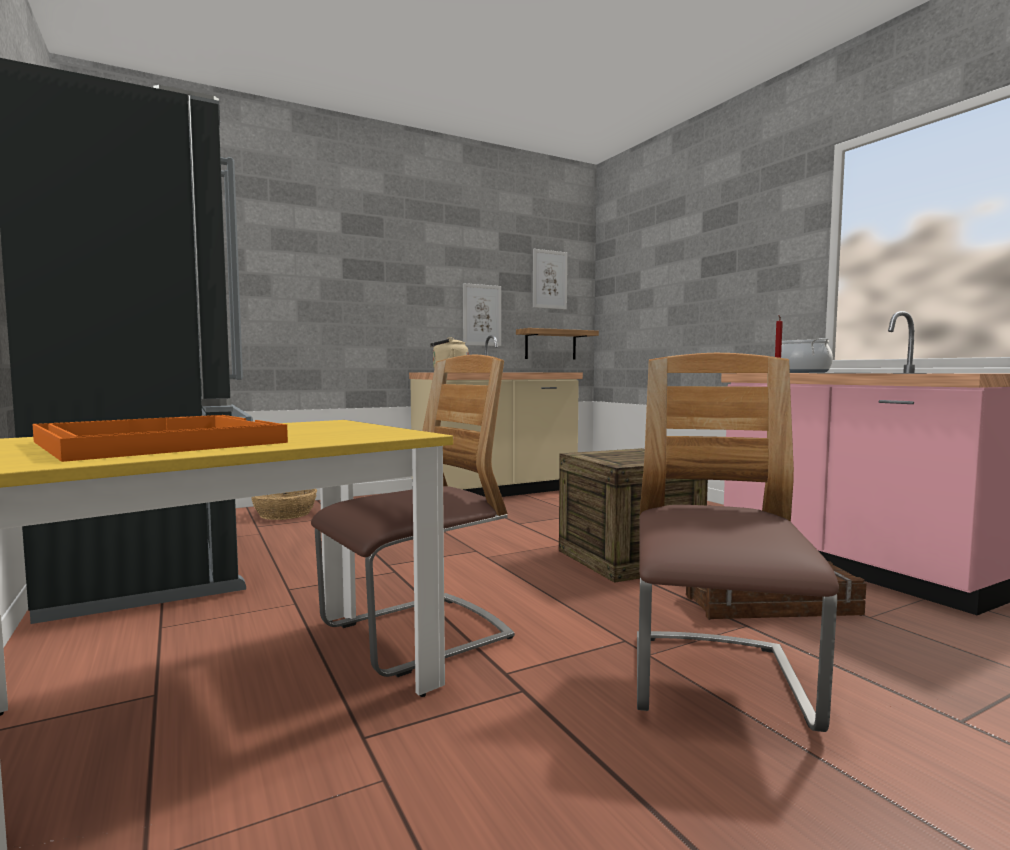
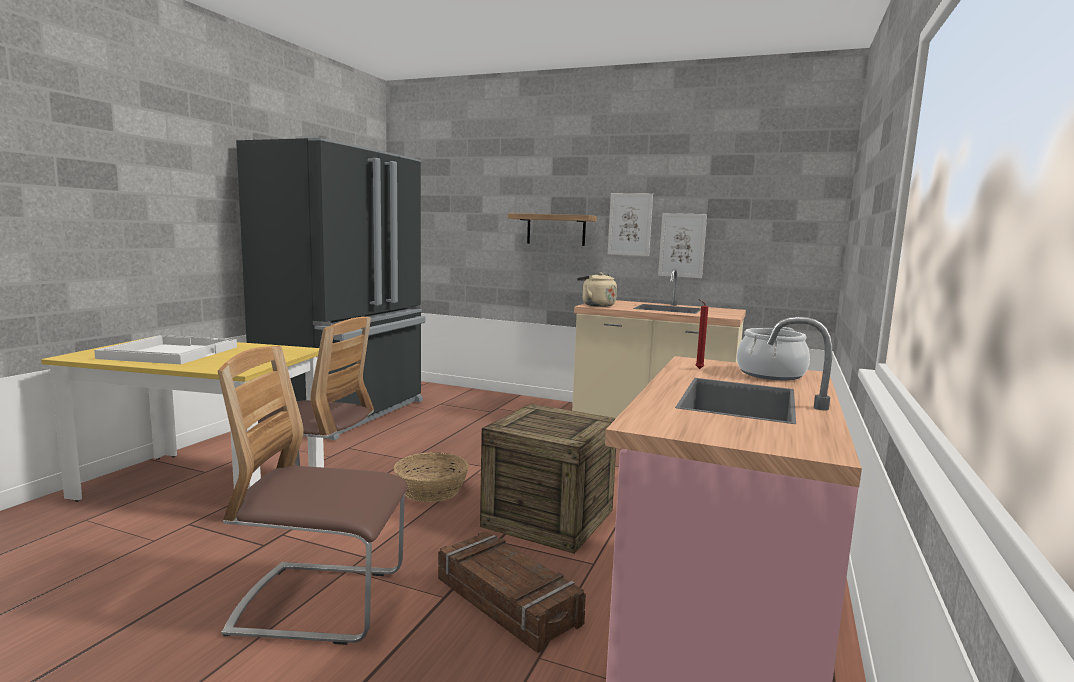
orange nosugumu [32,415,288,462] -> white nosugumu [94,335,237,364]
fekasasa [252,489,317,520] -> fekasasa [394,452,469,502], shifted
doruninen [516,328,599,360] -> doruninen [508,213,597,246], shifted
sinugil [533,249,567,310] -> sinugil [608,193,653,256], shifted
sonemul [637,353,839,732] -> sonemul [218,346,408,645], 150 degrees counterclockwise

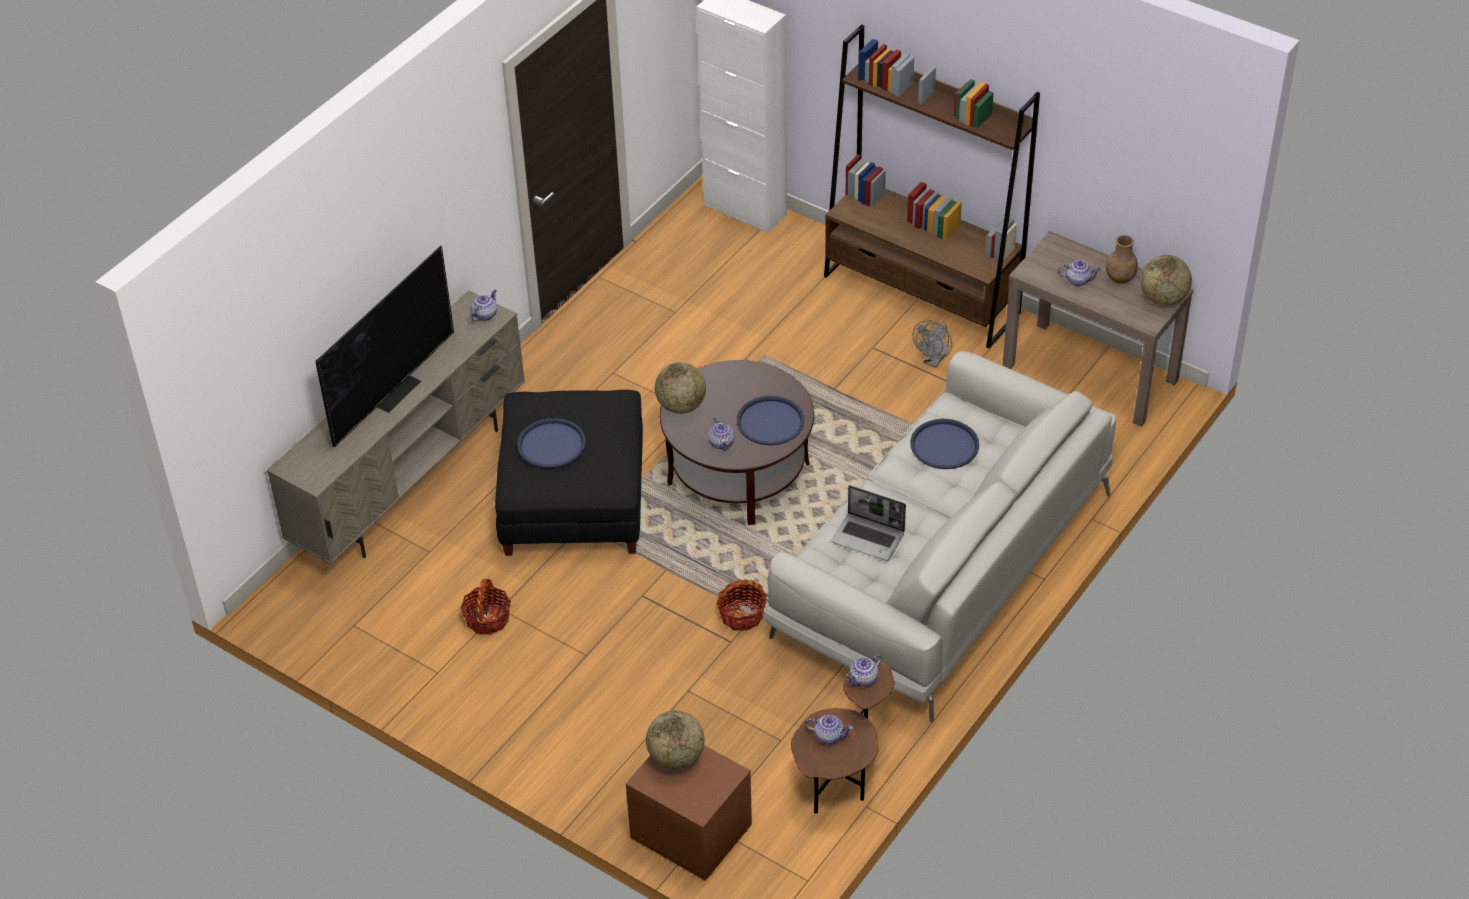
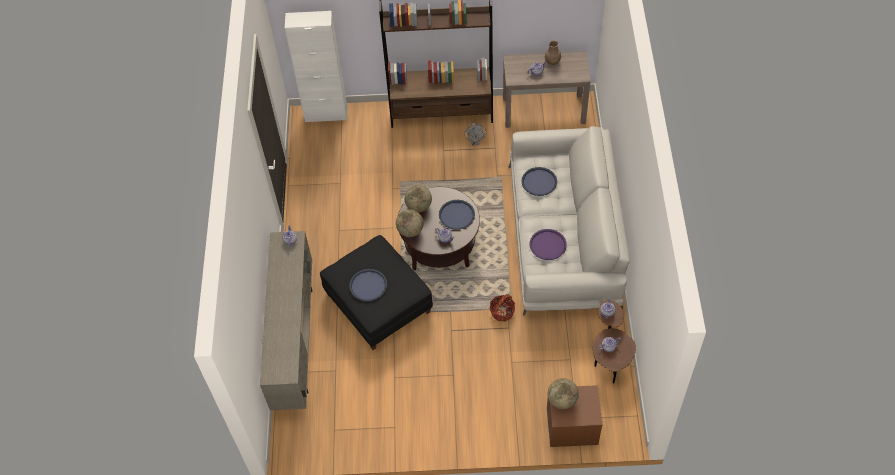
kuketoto [316,245,454,447] -> none
fekasasa [461,579,511,635] -> none
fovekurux [831,485,906,561] -> purple nosugumu [530,229,567,260]
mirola [1140,255,1192,306] -> mirola [405,185,432,212], shifted

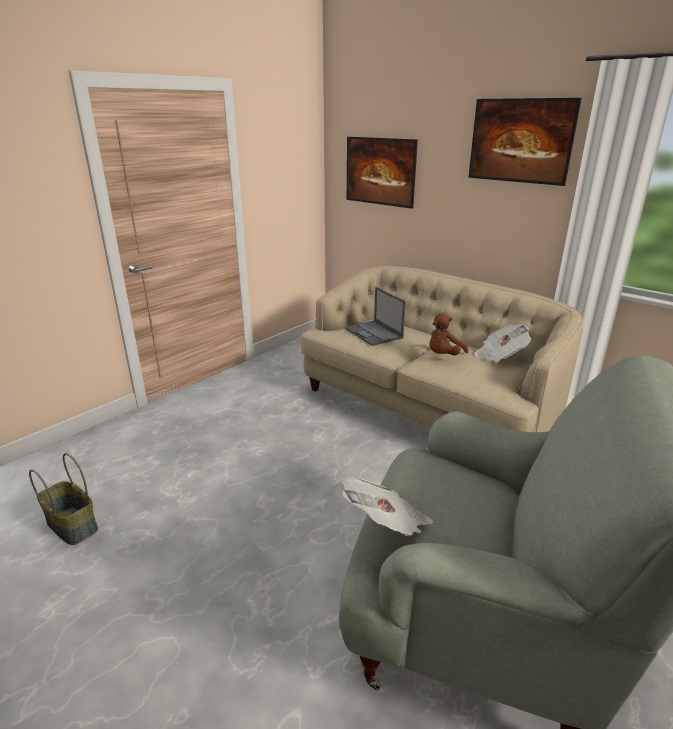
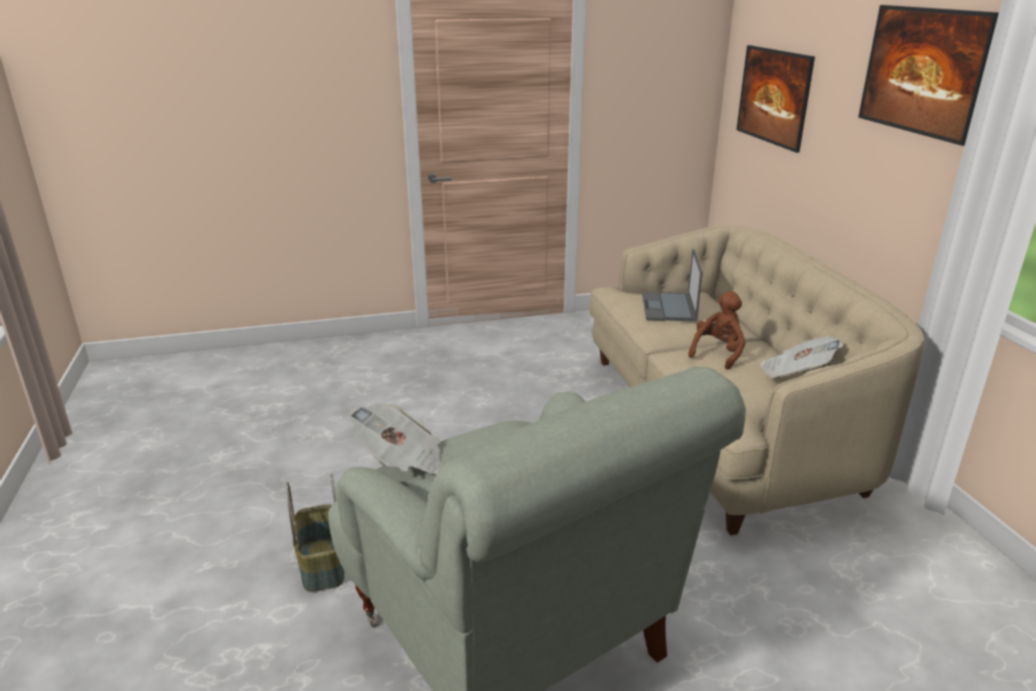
fekasasa [29,453,98,545] -> fekasasa [286,474,344,592], shifted
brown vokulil [429,313,468,355] -> brown vokulil [688,291,746,370], 135 degrees clockwise

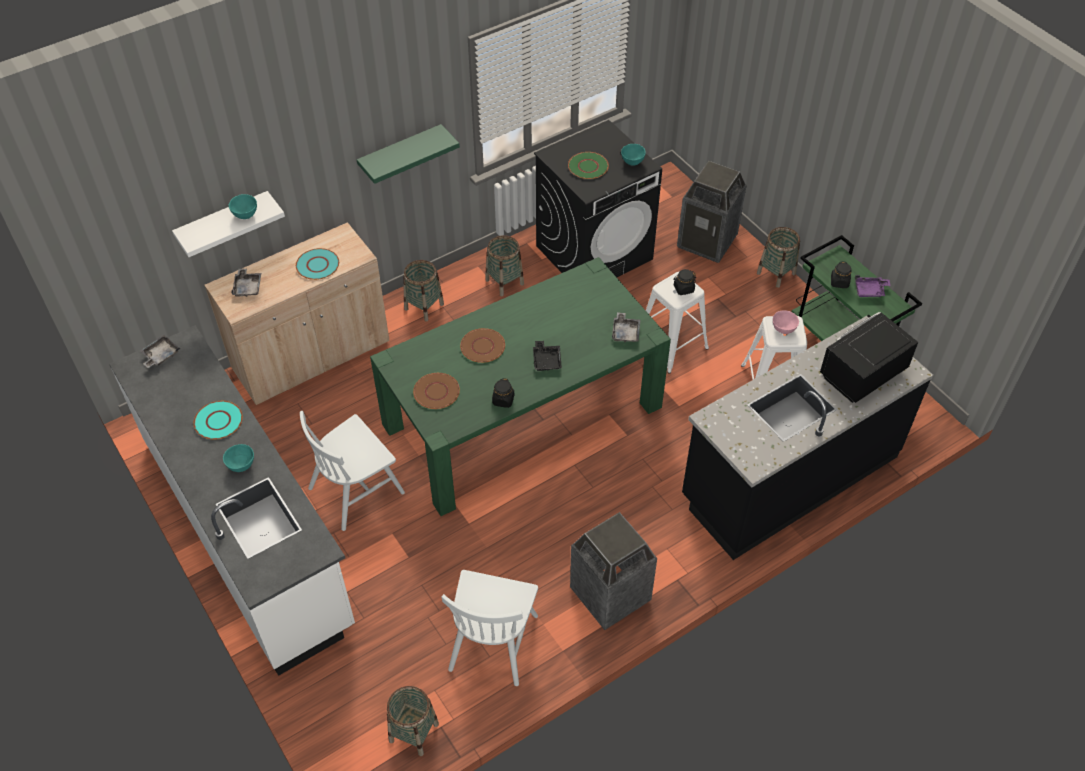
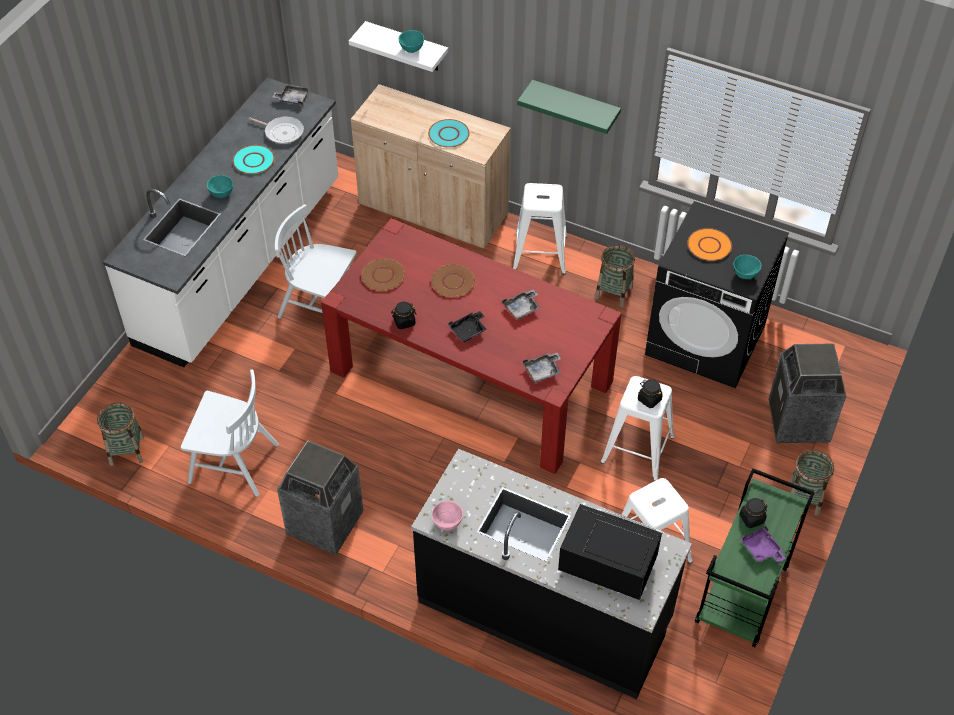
grey nosugumu [231,269,261,297] -> grey nosugumu [502,289,541,320], shifted
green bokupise [370,257,671,516] -> red bokupise [321,218,622,474]
fekasasa [403,260,444,321] -> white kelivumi [513,183,568,274]
white sonemul [441,570,538,686] -> white sonemul [181,370,279,497], 150 degrees counterclockwise
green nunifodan [568,152,609,179] -> orange nunifodan [687,228,732,261]
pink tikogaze [773,310,799,334] -> pink tikogaze [432,501,463,530], shifted
none -> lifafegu [249,116,304,144]

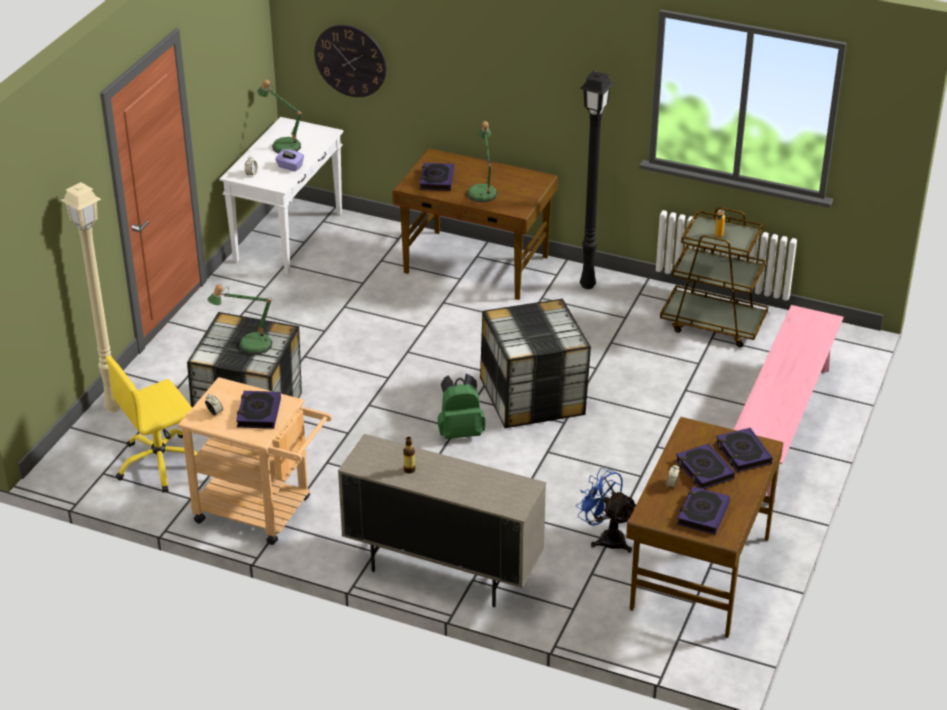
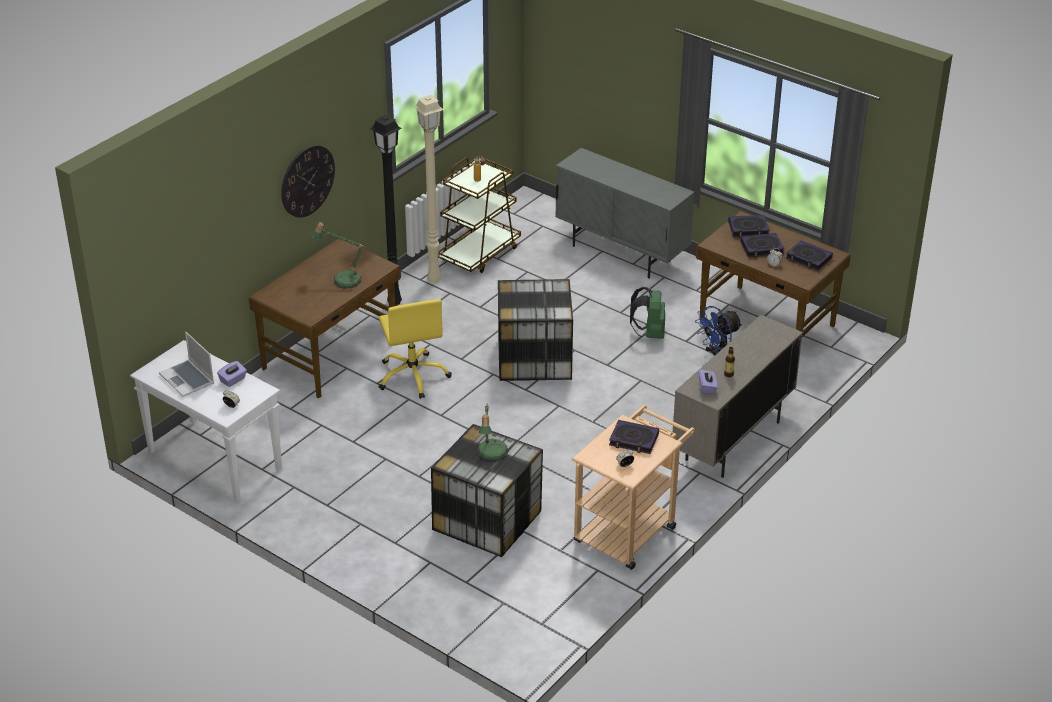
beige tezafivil [61,182,120,413] -> beige tezafivil [413,95,443,284], shifted
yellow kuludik [106,356,197,493] -> yellow kuludik [379,299,452,399], shifted
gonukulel [257,79,303,153] -> fovekurux [159,332,214,397]
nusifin [314,25,386,97] -> nusifin [281,145,335,218], shifted
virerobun [420,163,454,191] -> none
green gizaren [438,373,485,439] -> green gizaren [630,287,665,339], shifted
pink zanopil [733,305,844,503] -> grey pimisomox [555,148,695,279]
none -> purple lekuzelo [699,369,718,394]

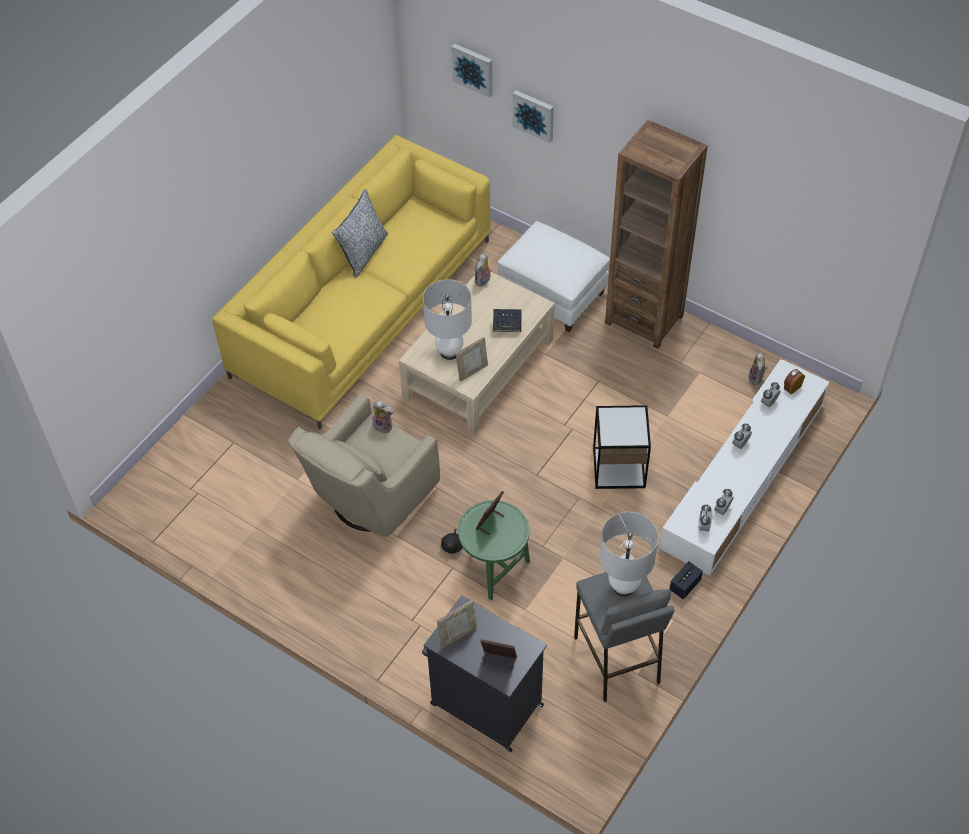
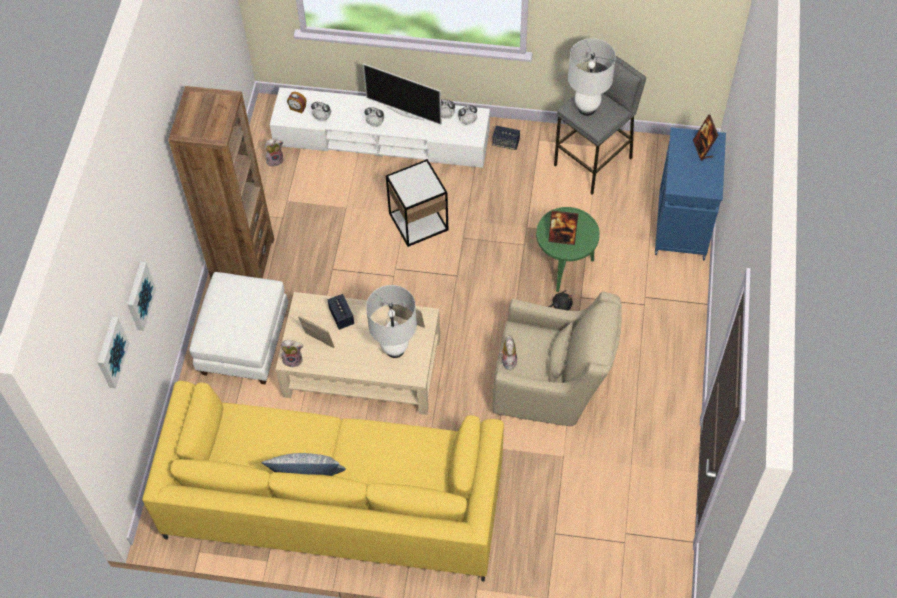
black pimisomox [422,596,547,752] -> blue pimisomox [655,127,726,261]
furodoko [437,600,477,648] -> furodoko [298,316,335,348], shifted
none -> kuketoto [363,63,442,125]

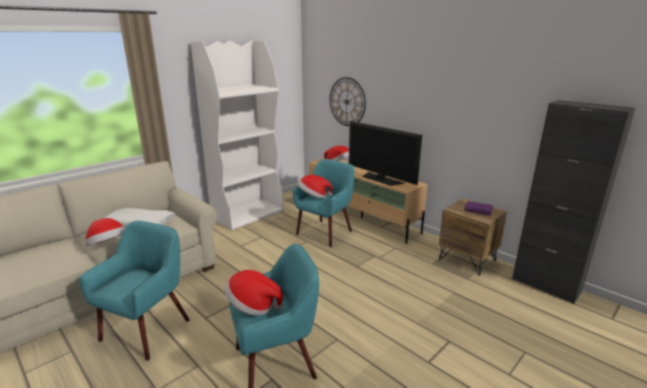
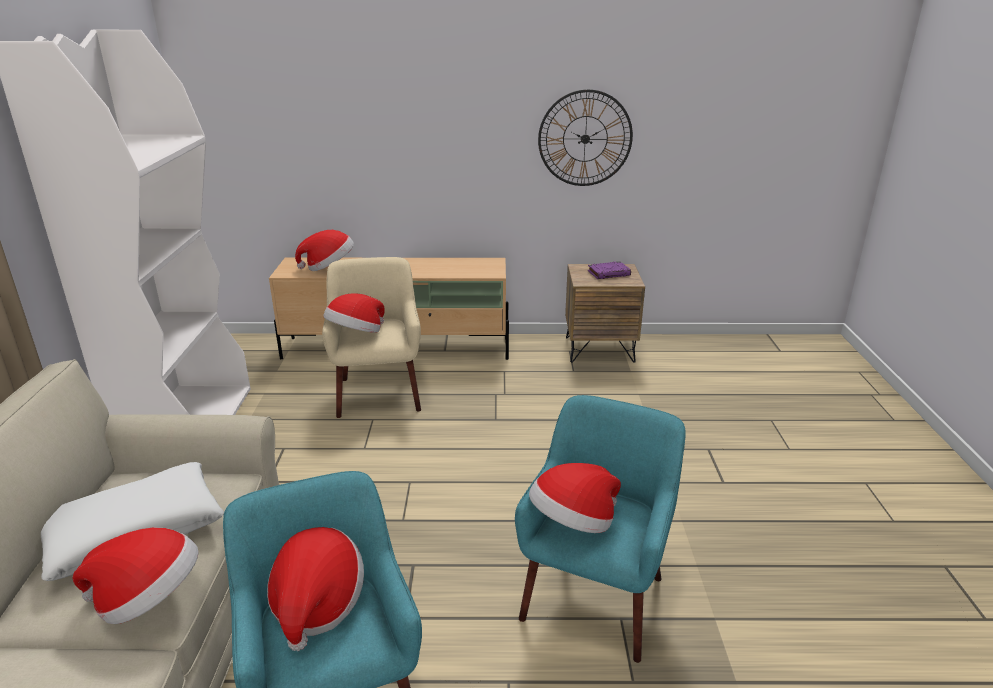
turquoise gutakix [293,159,355,247] -> beige gutakix [322,257,421,418]
nusifin [330,77,366,126] -> nusifin [538,89,633,186], shifted
kuketoto [349,121,422,186] -> none
black pimisomox [512,100,635,304] -> none
none -> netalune [267,527,364,651]

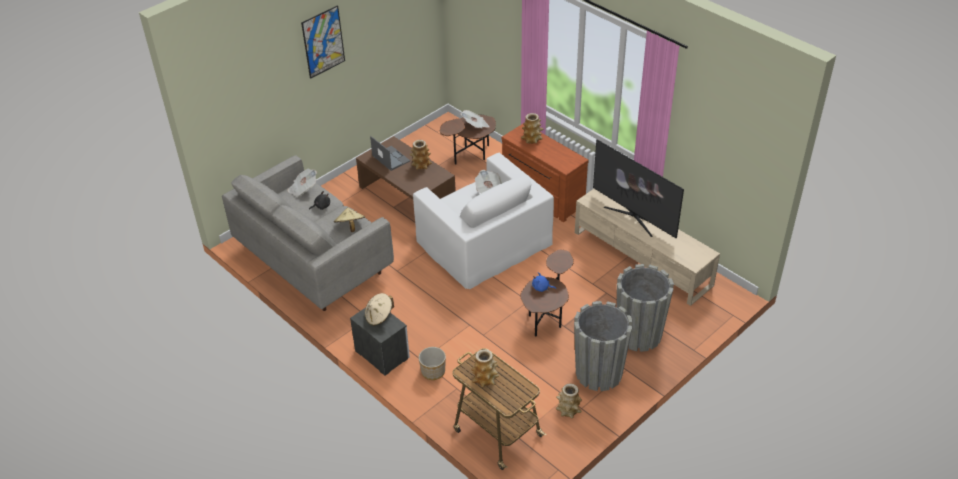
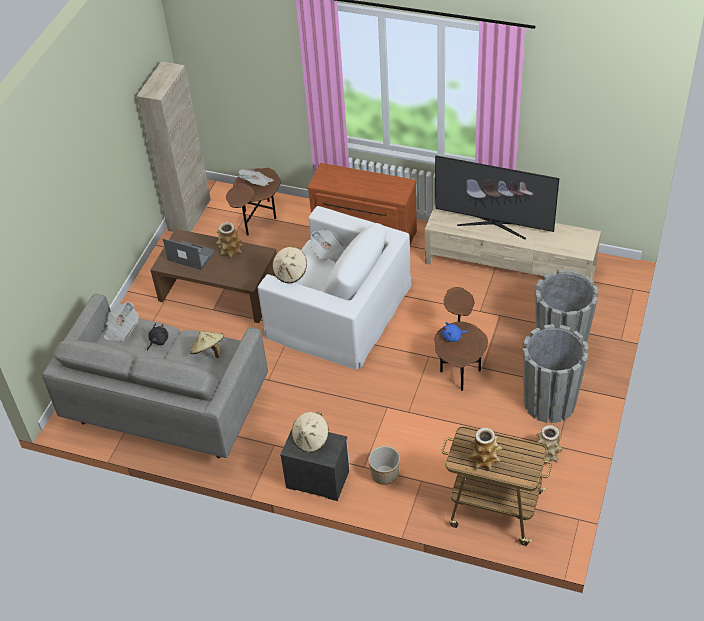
sinugil [301,5,345,79] -> none
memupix [521,113,543,144] -> none
none -> beige pimisomox [136,61,211,232]
none -> beige netalune [272,246,307,283]

